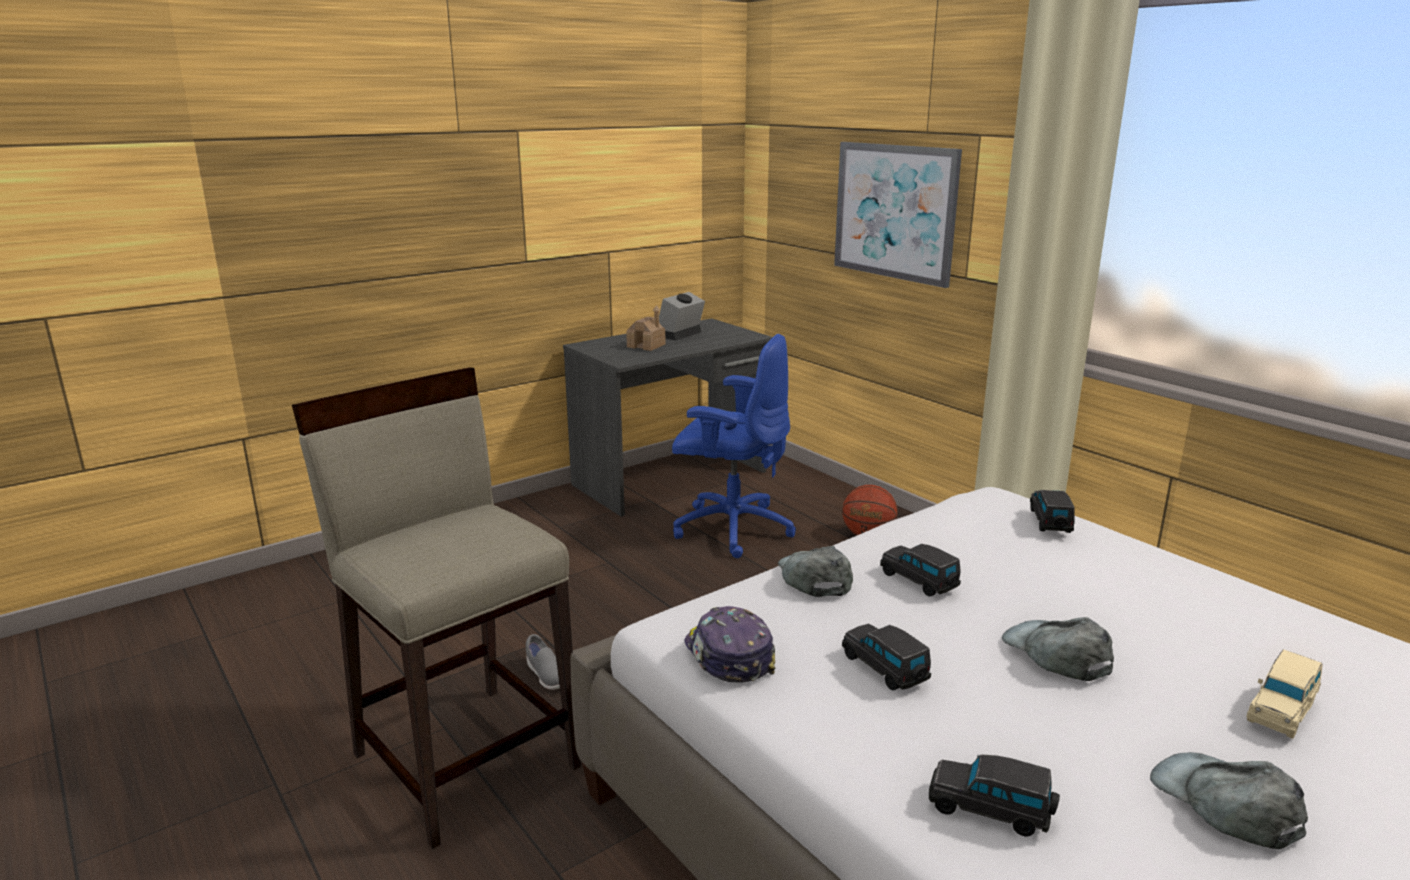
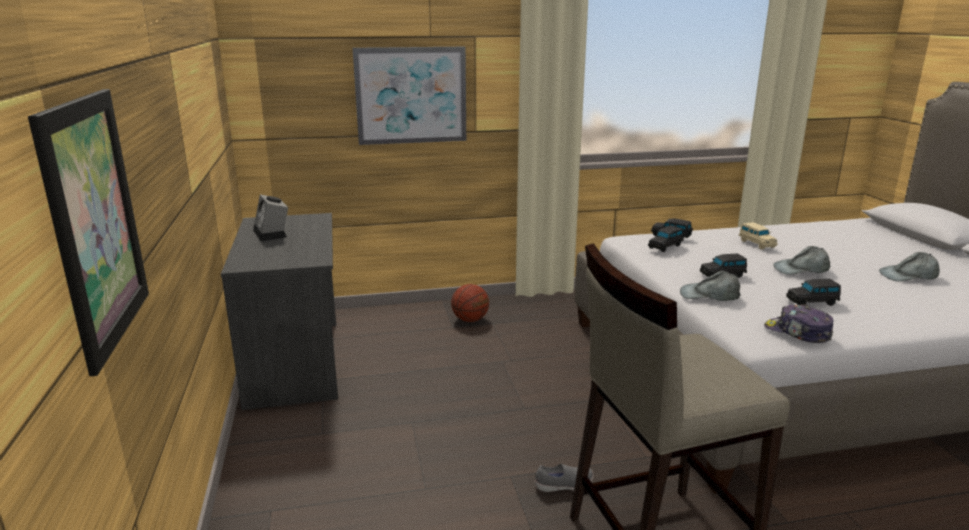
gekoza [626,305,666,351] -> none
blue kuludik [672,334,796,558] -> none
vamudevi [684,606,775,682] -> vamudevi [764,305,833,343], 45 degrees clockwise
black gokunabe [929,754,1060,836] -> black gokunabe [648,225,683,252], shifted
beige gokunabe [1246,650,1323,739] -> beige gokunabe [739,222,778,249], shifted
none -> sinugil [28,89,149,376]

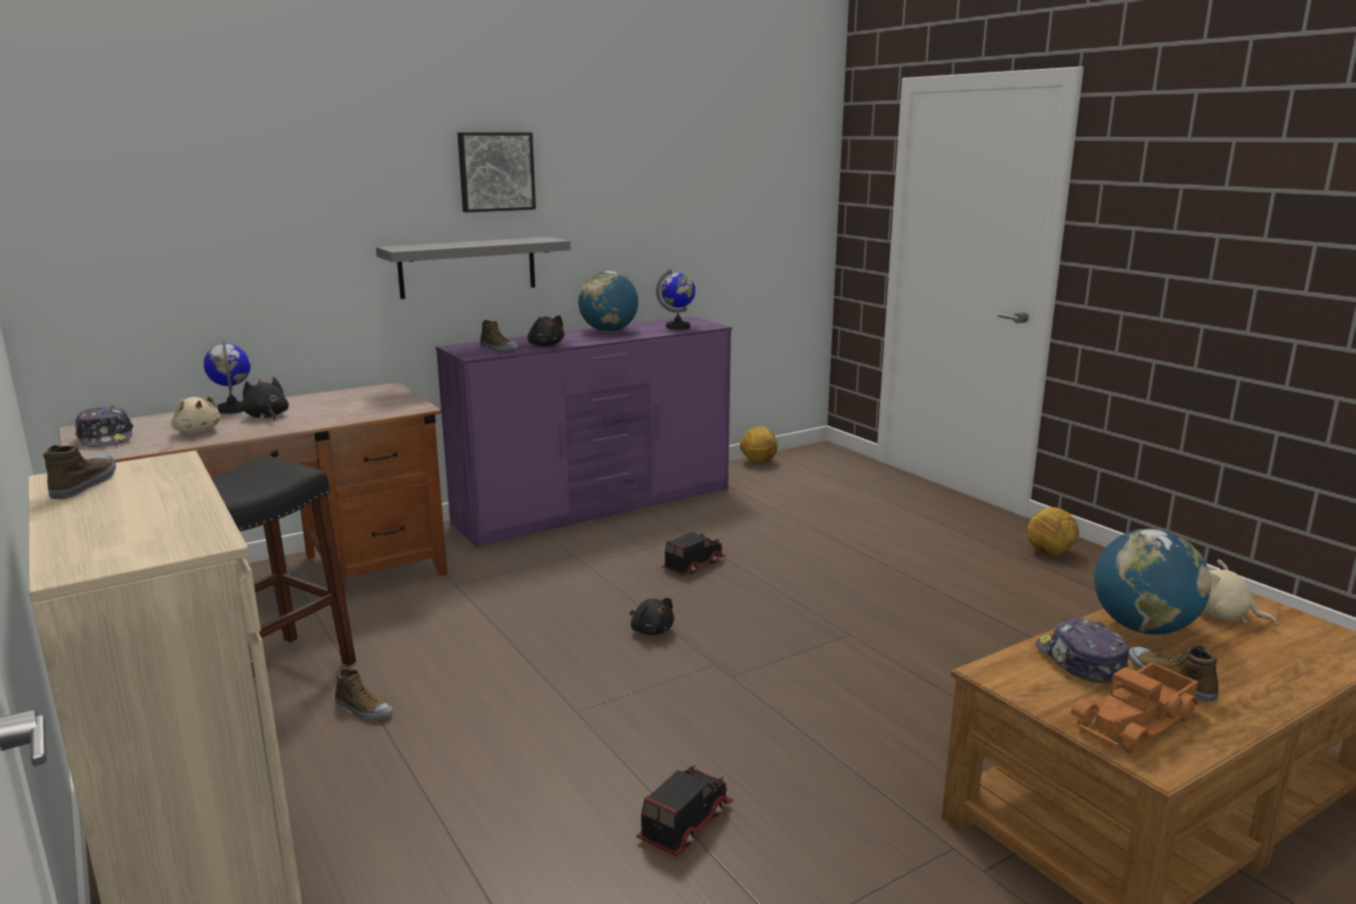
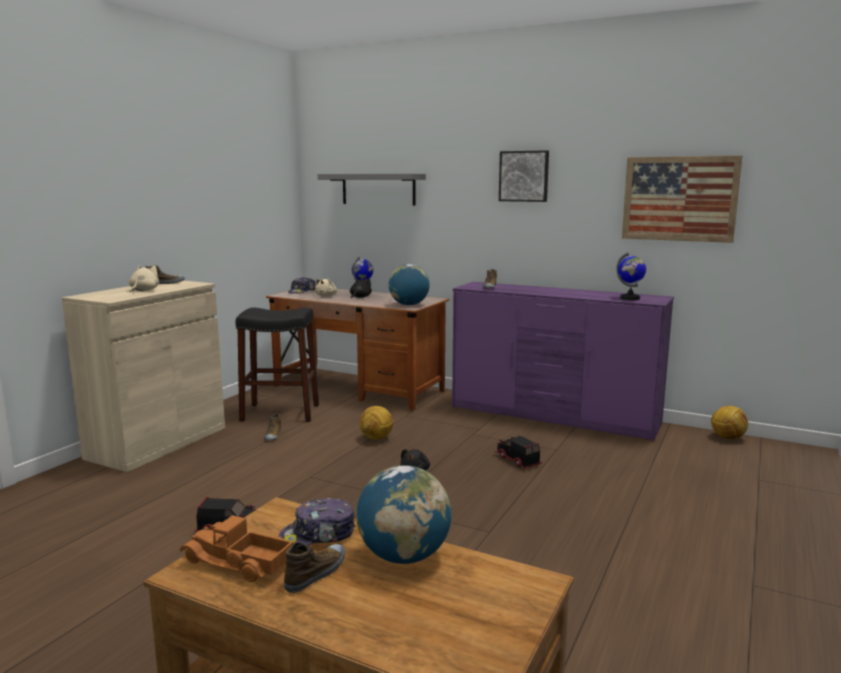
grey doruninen [376,237,571,299] -> grey doruninen [318,174,426,205], shifted
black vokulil [527,315,564,347] -> none
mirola [578,271,638,332] -> mirola [389,264,430,305], shifted
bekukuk [662,532,726,576] -> bekukuk [495,436,542,469], 135 degrees counterclockwise
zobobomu [1028,507,1079,555] -> zobobomu [360,406,393,440], shifted
vamudevi [1036,618,1130,683] -> vamudevi [279,498,356,545], 150 degrees counterclockwise
beige vokulil [1204,559,1278,626] -> beige vokulil [129,265,159,292], shifted
none -> sinugil [622,155,743,243]

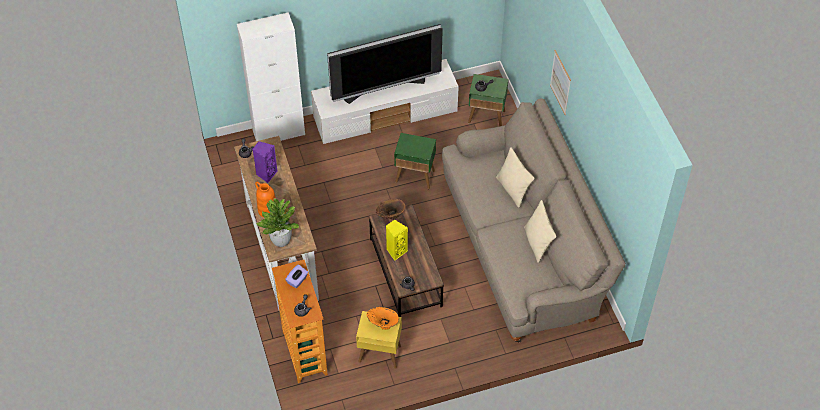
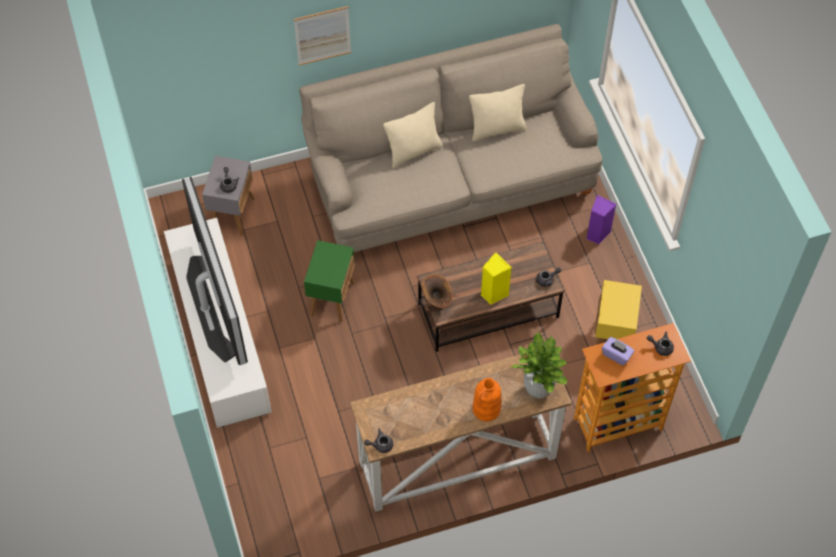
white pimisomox [237,12,305,141] -> none
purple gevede [252,141,278,183] -> purple gevede [586,195,616,245], shifted
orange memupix [367,307,399,330] -> none
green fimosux [468,74,508,126] -> grey fimosux [202,156,255,236]

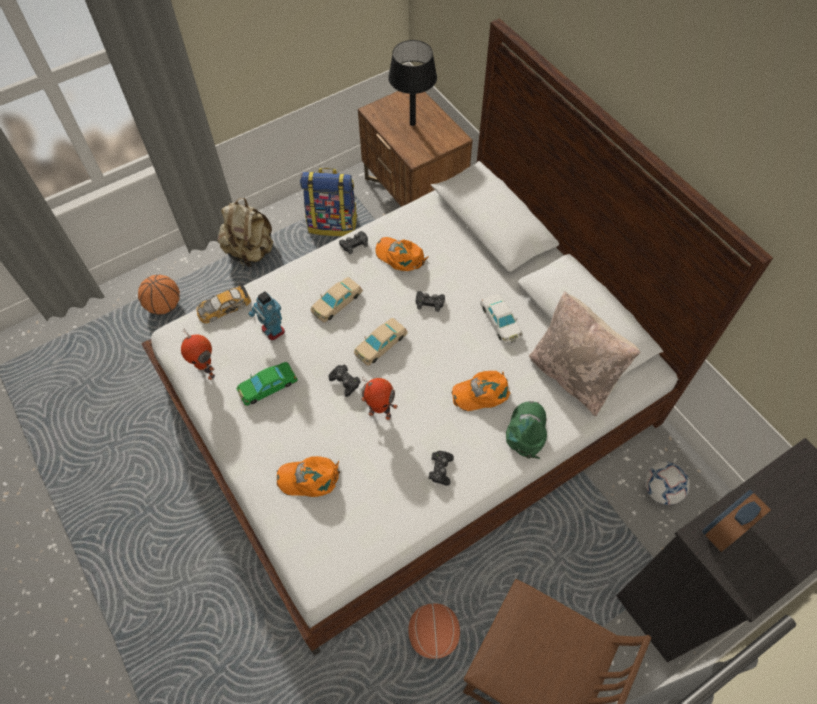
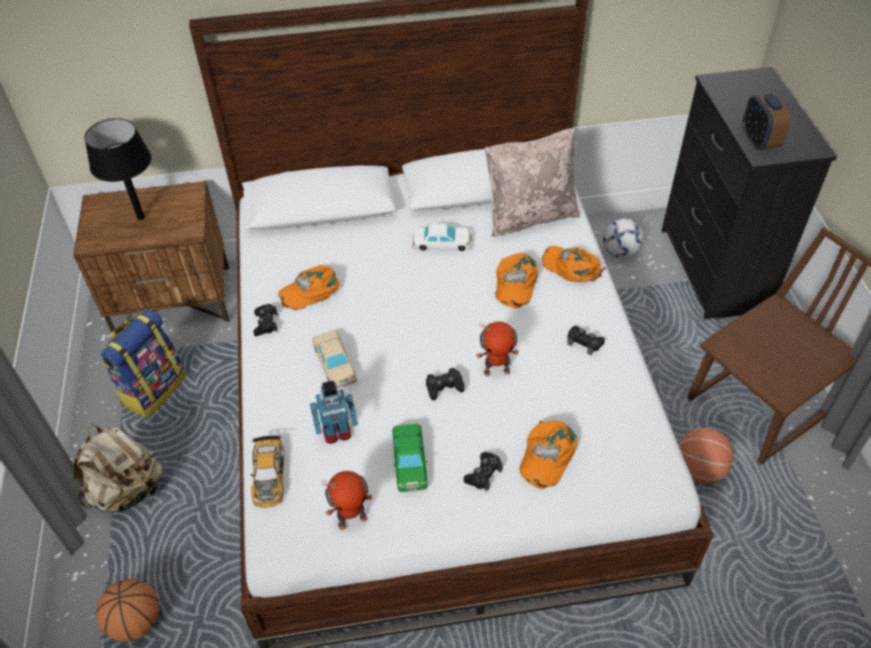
beige gokunabe [354,318,408,366] -> none
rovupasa [361,377,398,420] -> rovupasa [476,321,519,376], 45 degrees clockwise
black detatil [415,291,445,312] -> black detatil [464,452,503,491], shifted
green vamudevi [506,401,547,459] -> orange vamudevi [542,246,606,282]

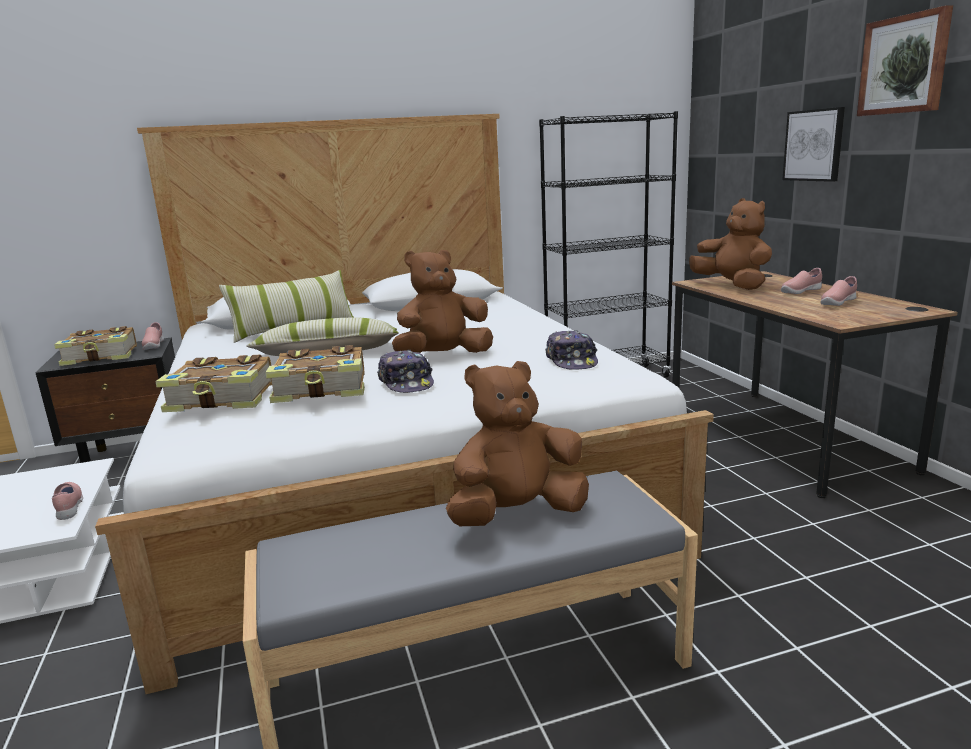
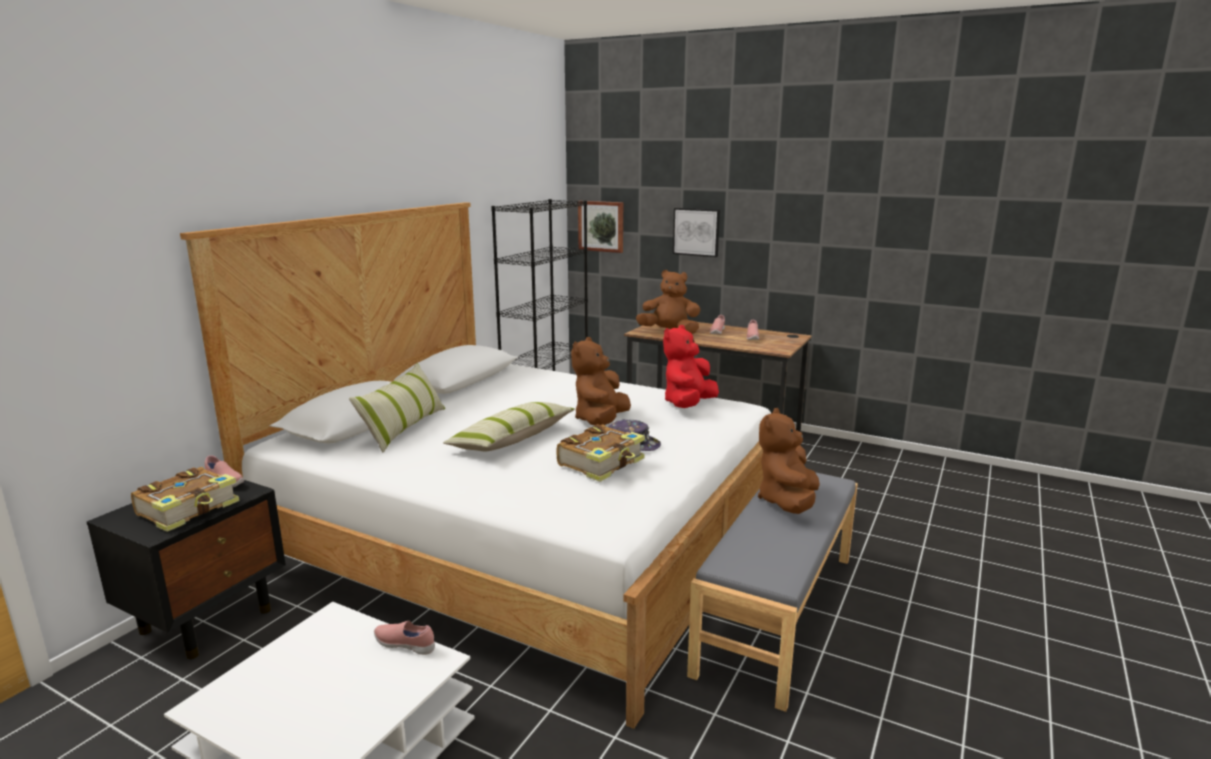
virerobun [155,355,272,412] -> none
vamudevi [545,330,598,370] -> red vokulil [663,325,719,408]
sinugil [857,5,953,116] -> sinugil [578,201,623,253], shifted

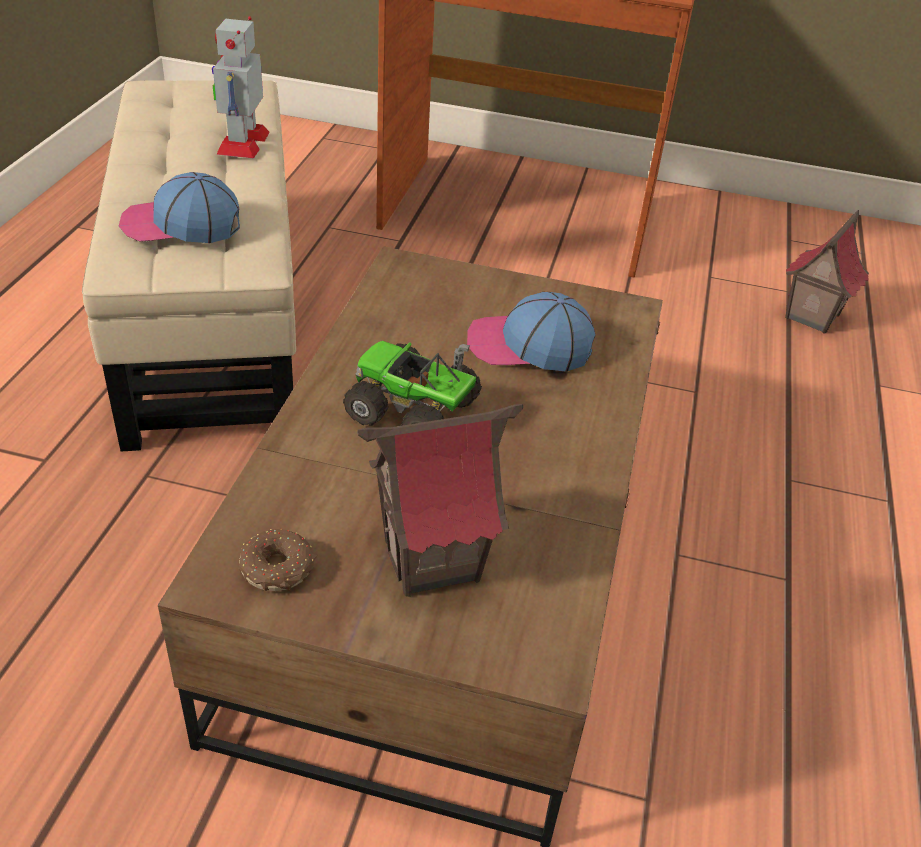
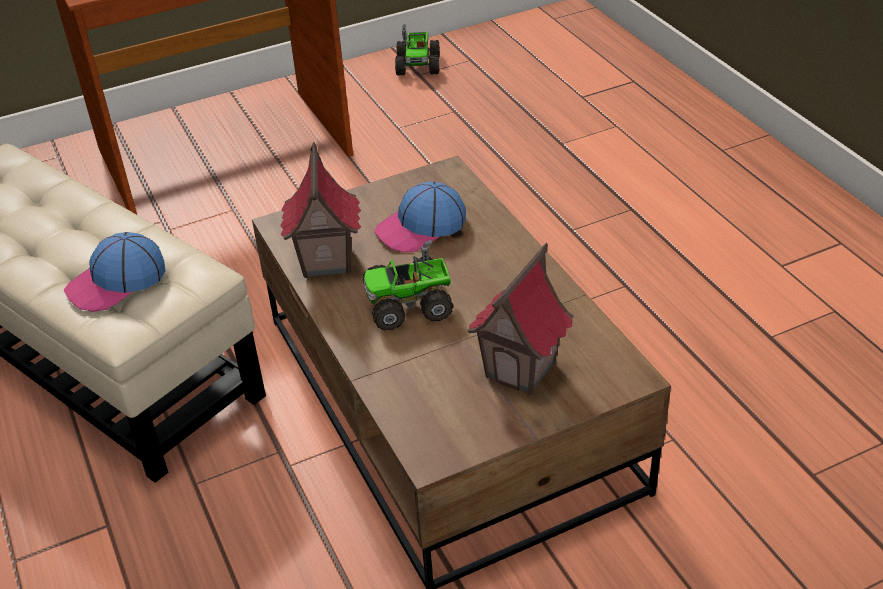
rovupasa [212,16,269,158] -> none
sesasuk [238,529,318,591] -> none
gekoza [785,210,869,334] -> gekoza [280,142,361,278], shifted
none -> bekukuk [395,24,440,76]

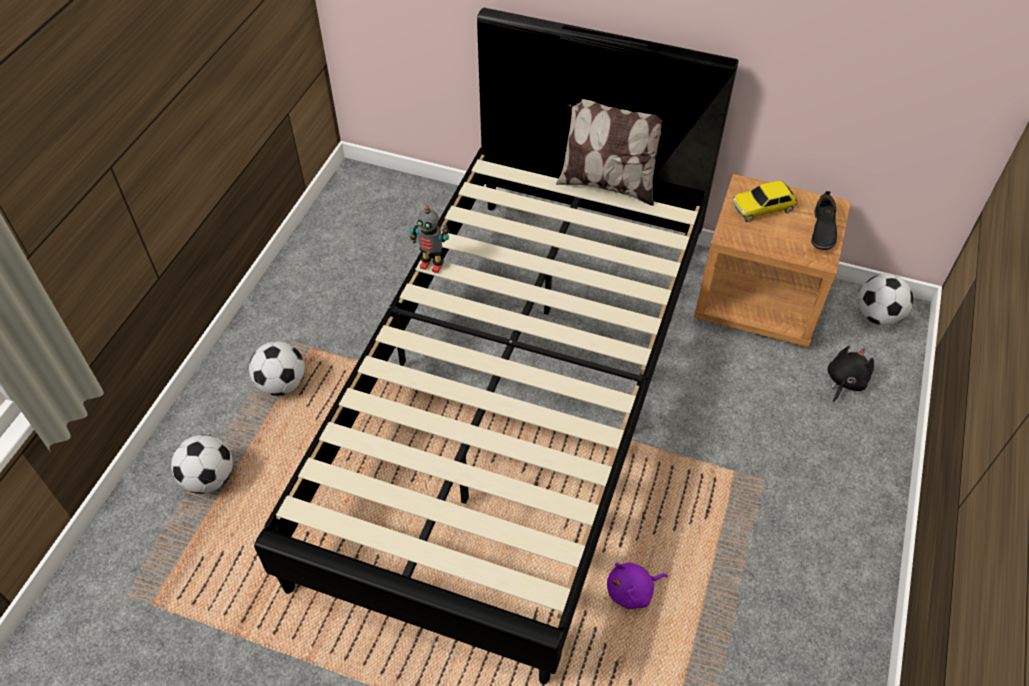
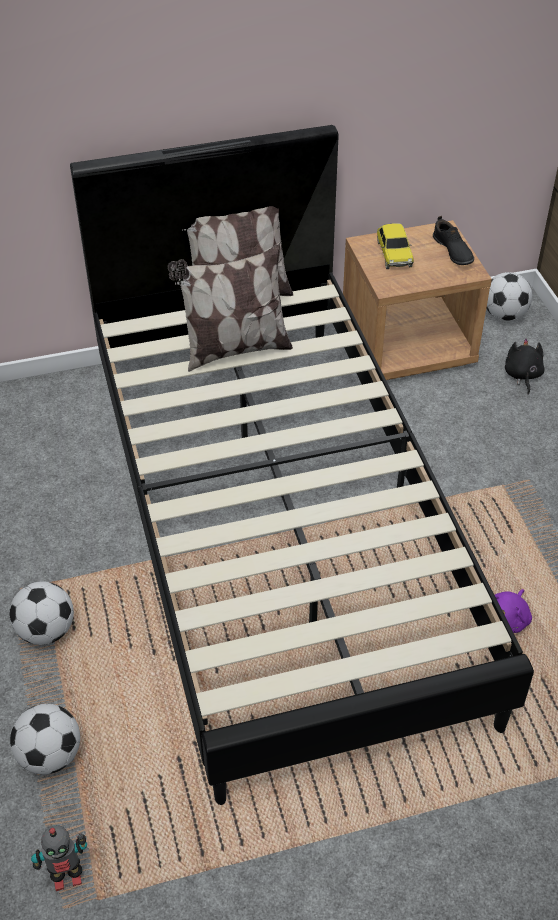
rovupasa [410,206,450,273] -> rovupasa [31,825,87,891], shifted
gokunabe [733,181,798,222] -> gokunabe [377,223,414,269], 45 degrees counterclockwise
none -> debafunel [168,244,293,372]

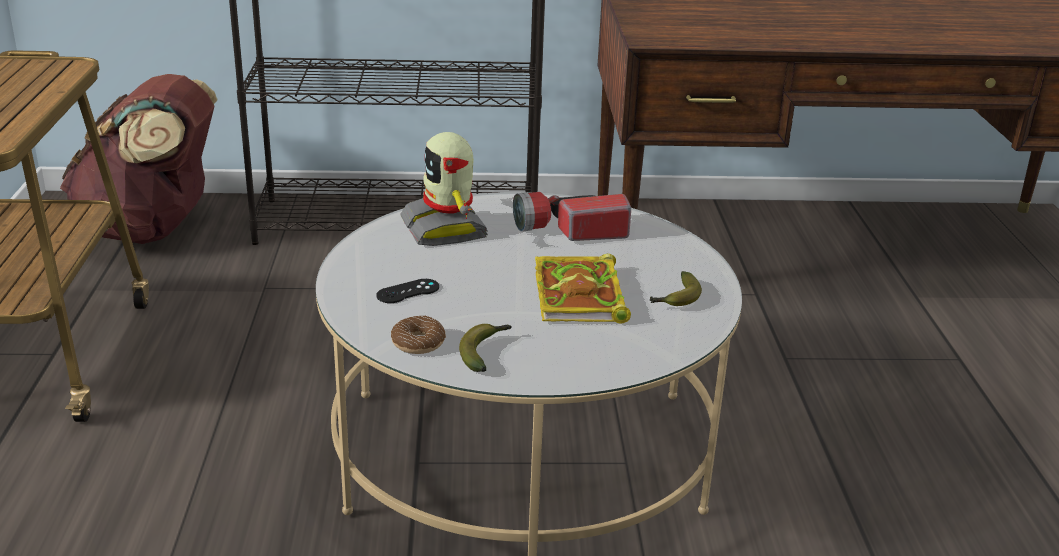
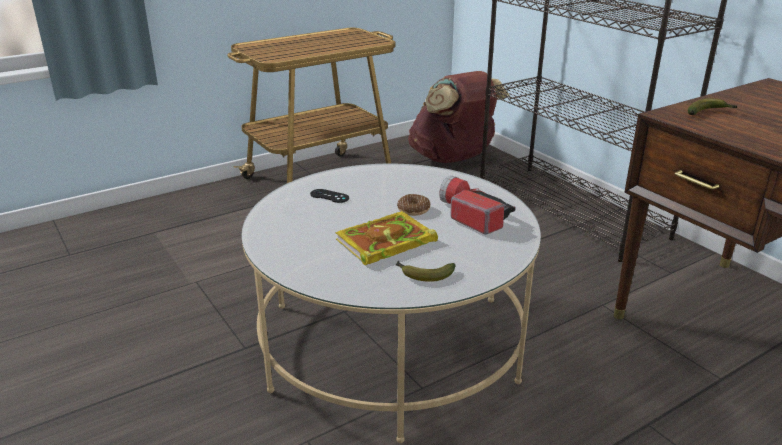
sesasuk [391,316,446,354] -> sesasuk [397,194,430,216], shifted
rovupasa [400,132,488,246] -> none
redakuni [459,324,511,372] -> redakuni [688,98,737,115], shifted

